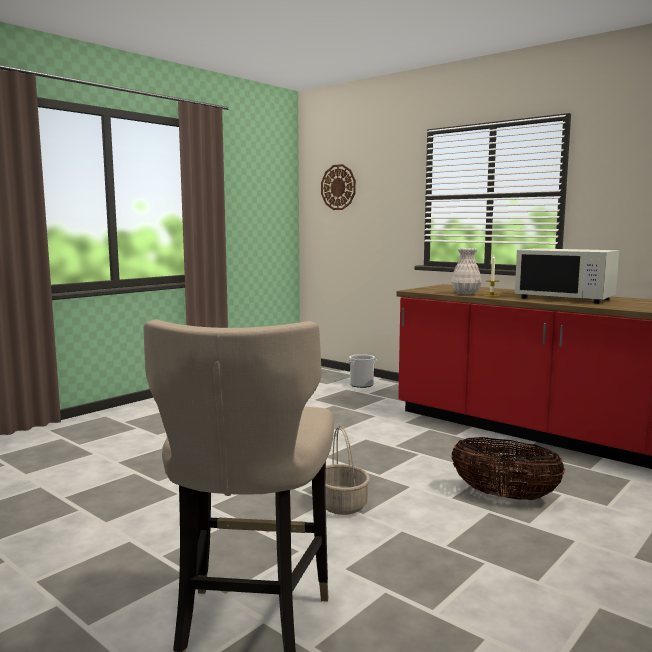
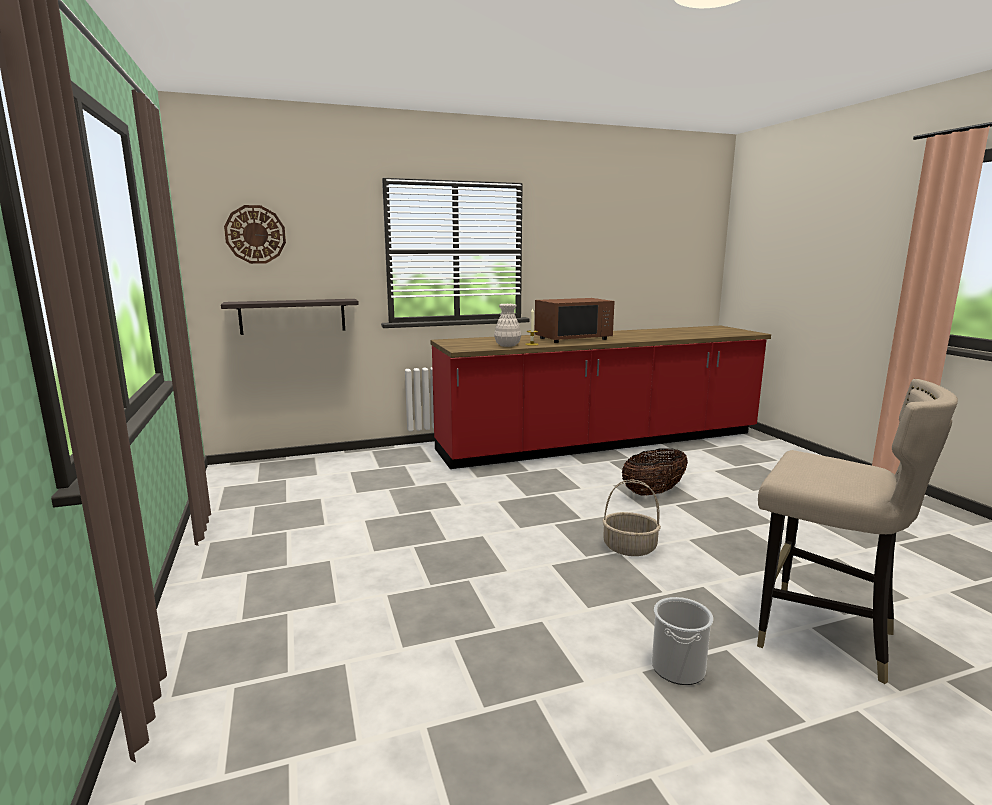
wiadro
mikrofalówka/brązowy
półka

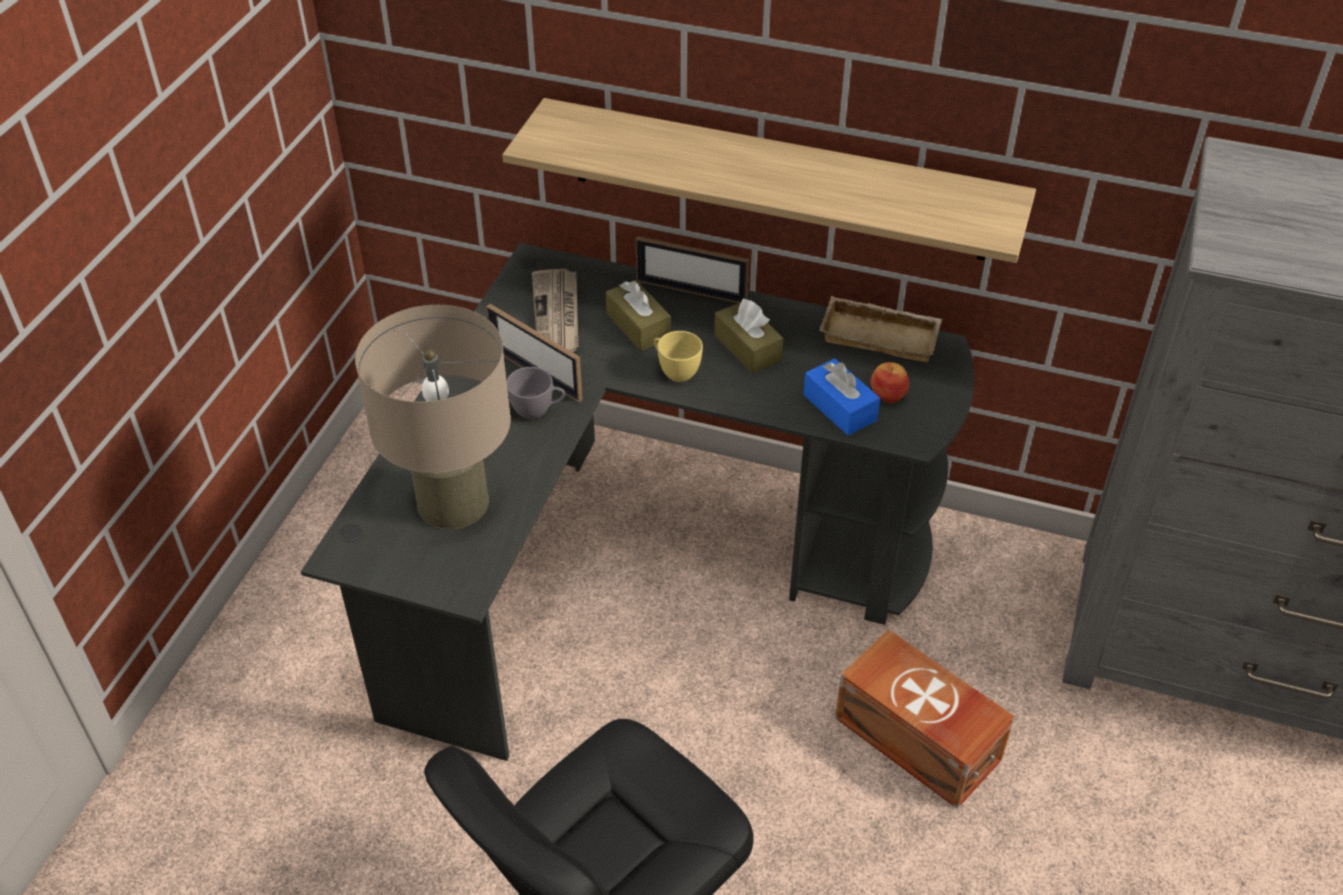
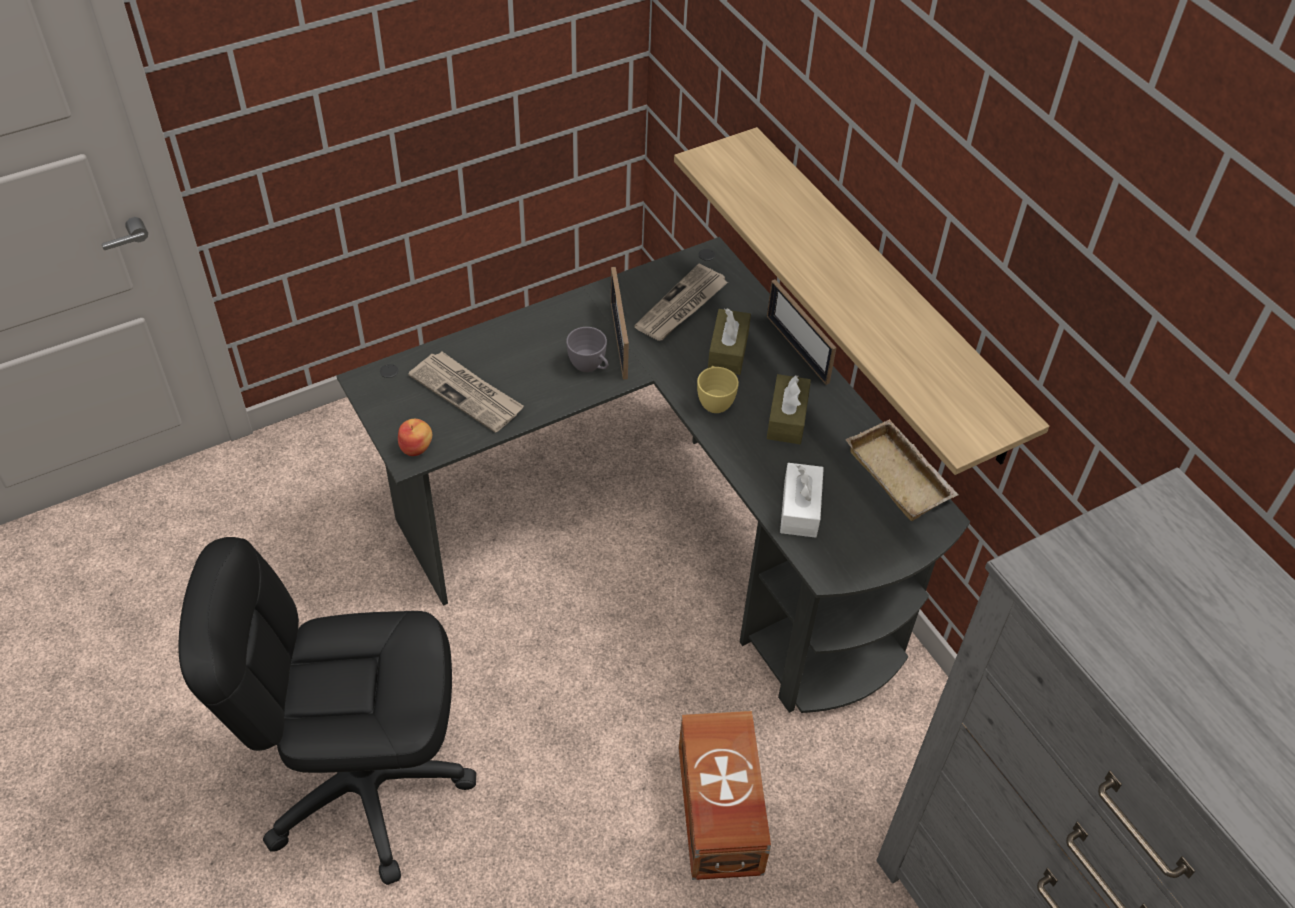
gazeta (1st from left)
pudełko chusteczek/biały
jabłko

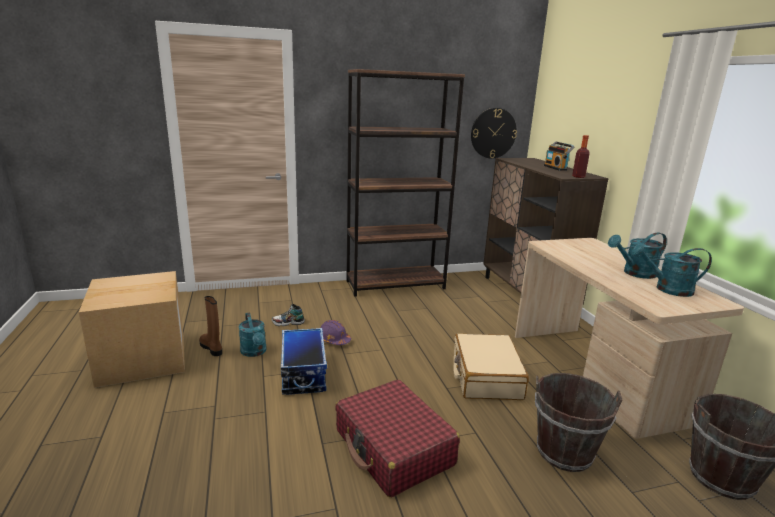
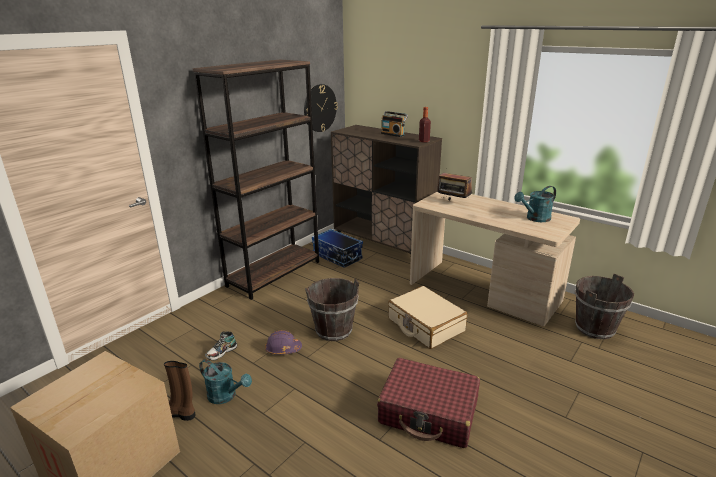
pojemnik do przechowywania
wiadro/brązowy (1st from left)
konewka/turkusowy (2nd from left in the first image)
radio (2nd from left)

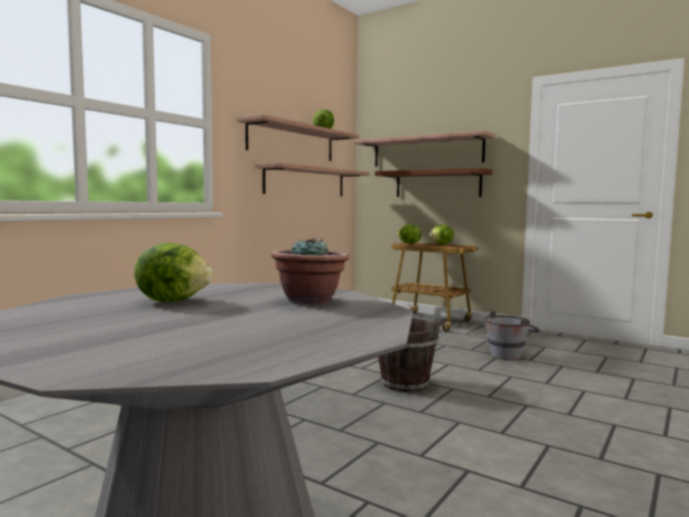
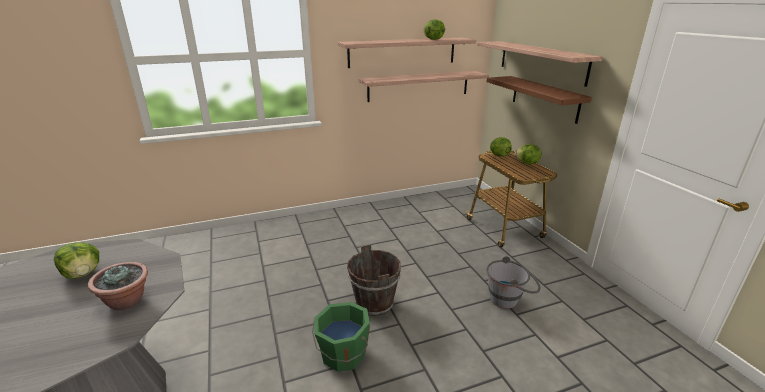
wiadro/zielony

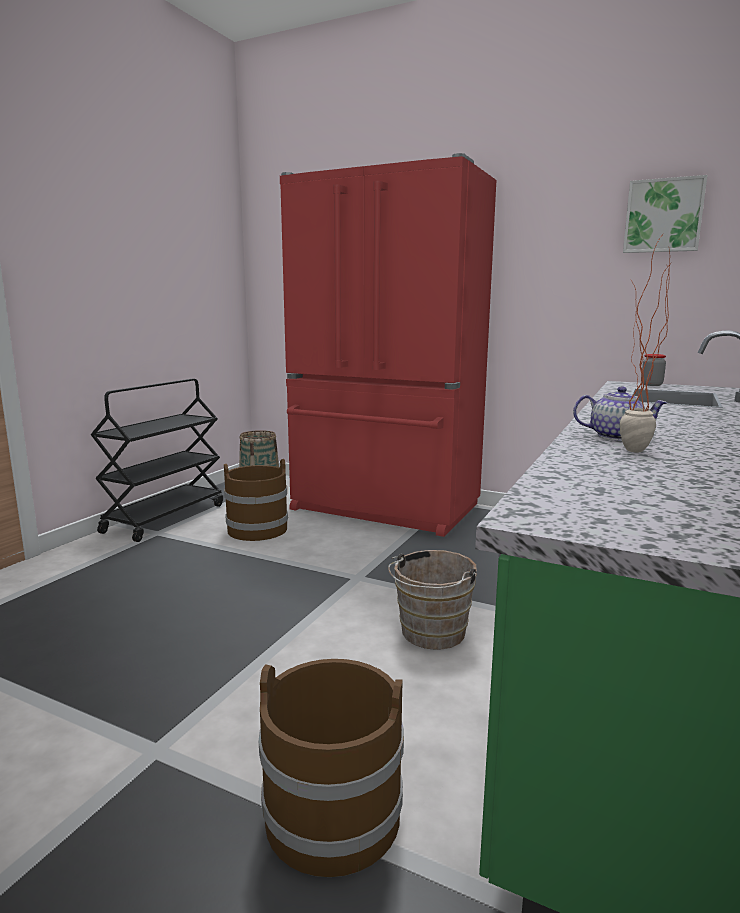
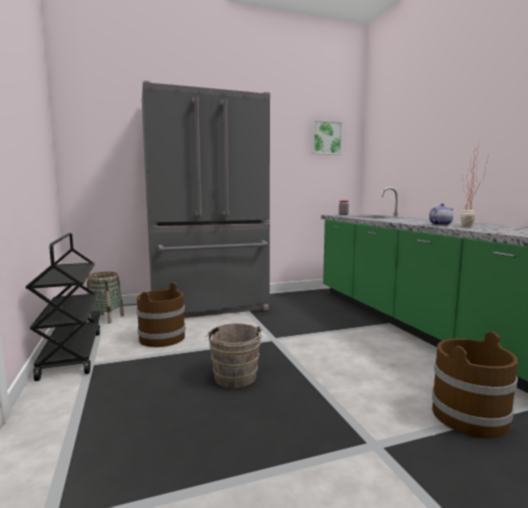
lodówka/szary
wiadro/brązowy (2nd from left)

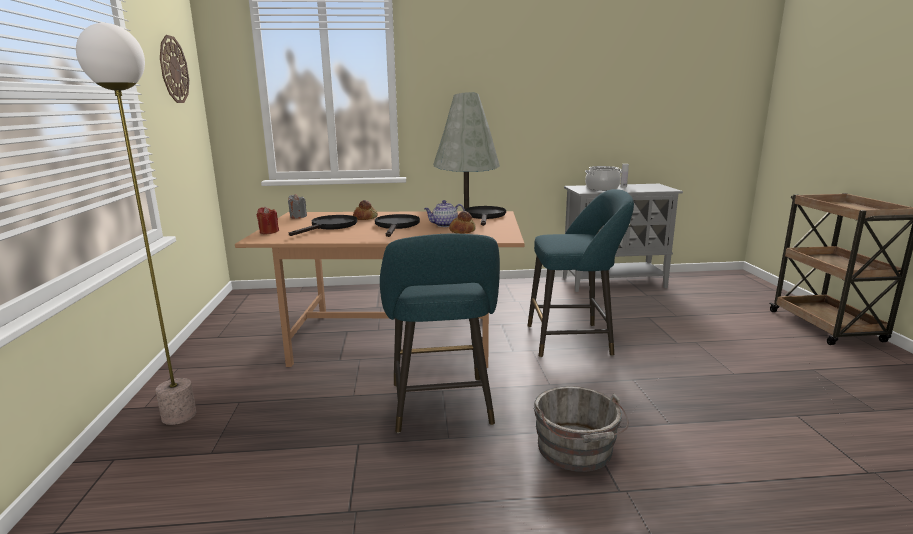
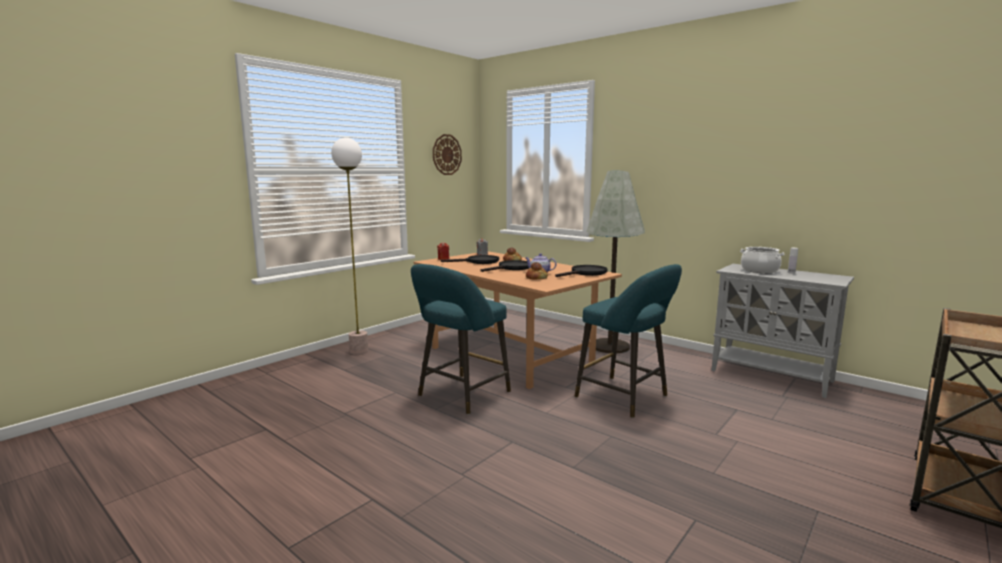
wiadro/szary

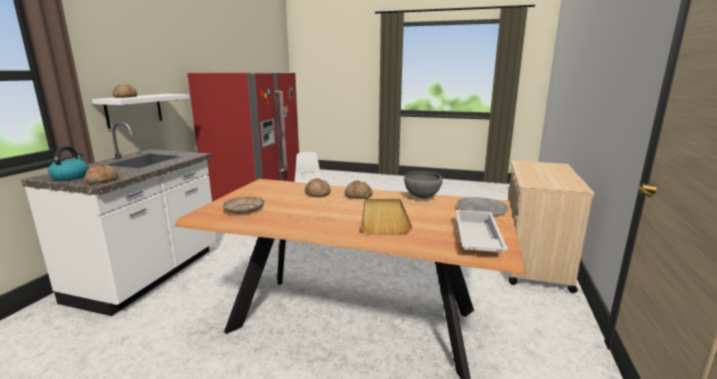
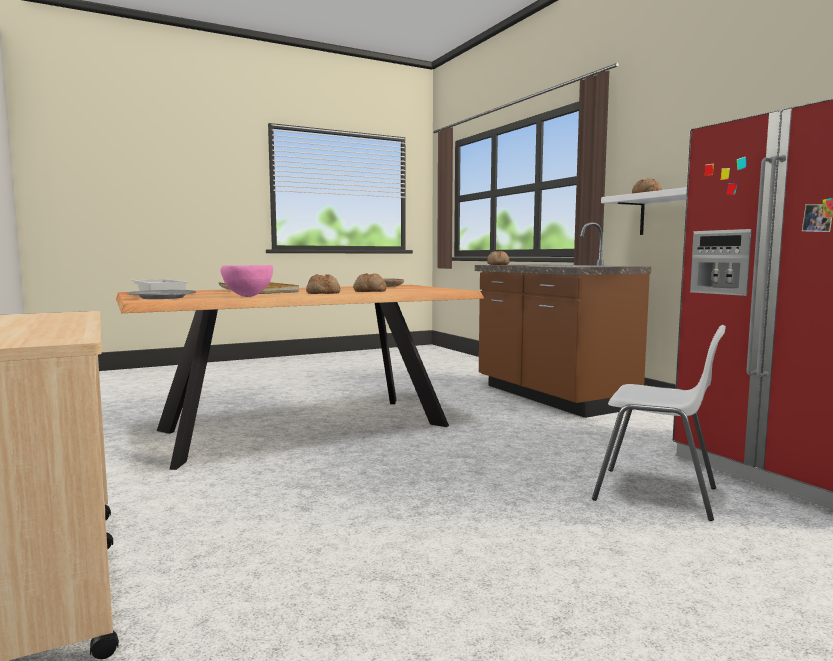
zabudowa kuchenna/brązowy
czajnik
miska/różowy

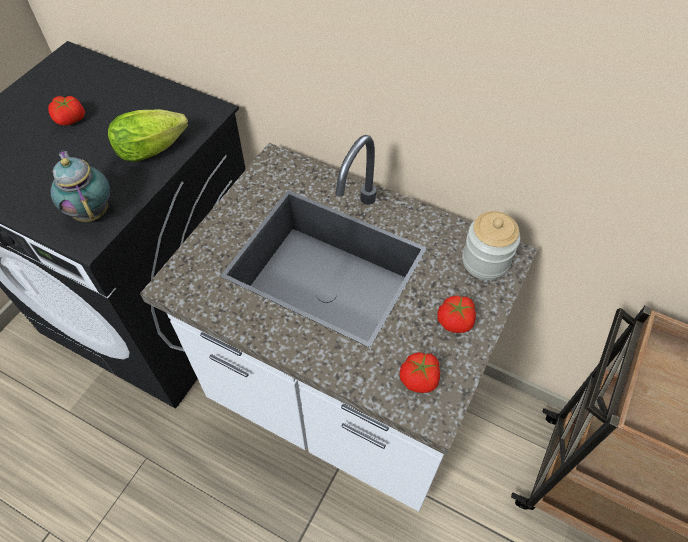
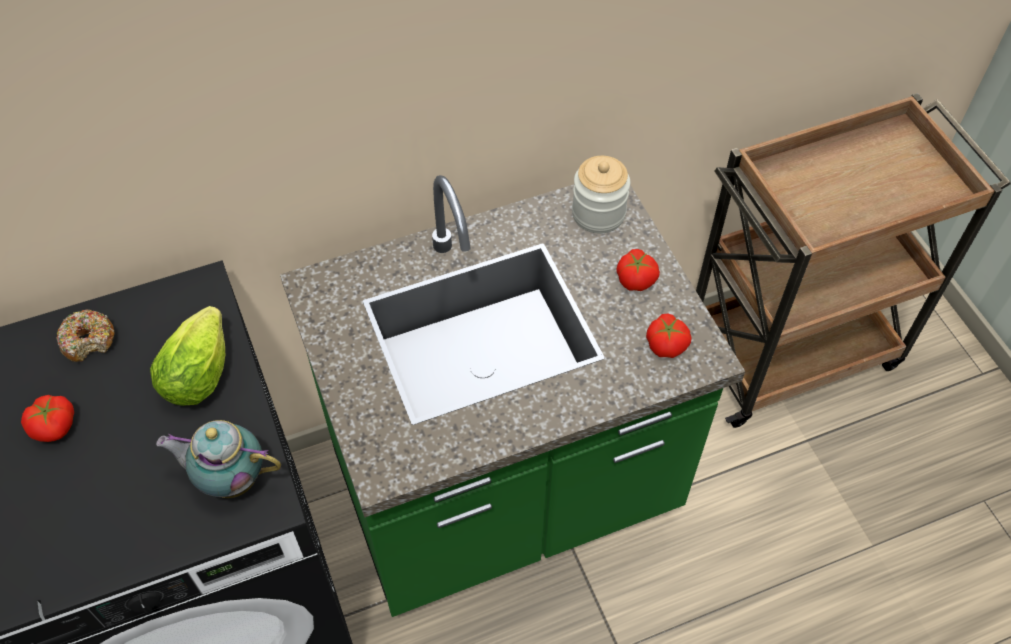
zabudowa kuchenna/zielony
donut

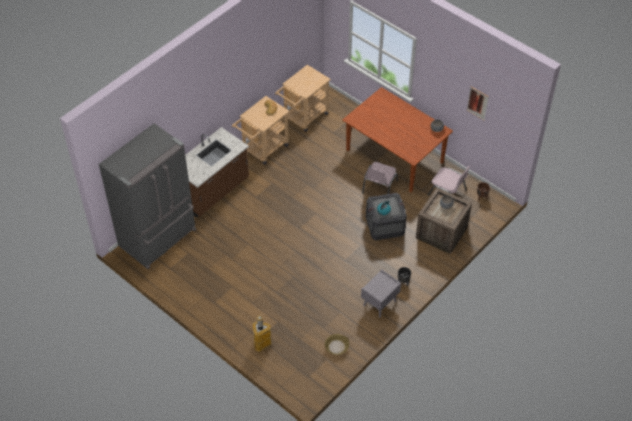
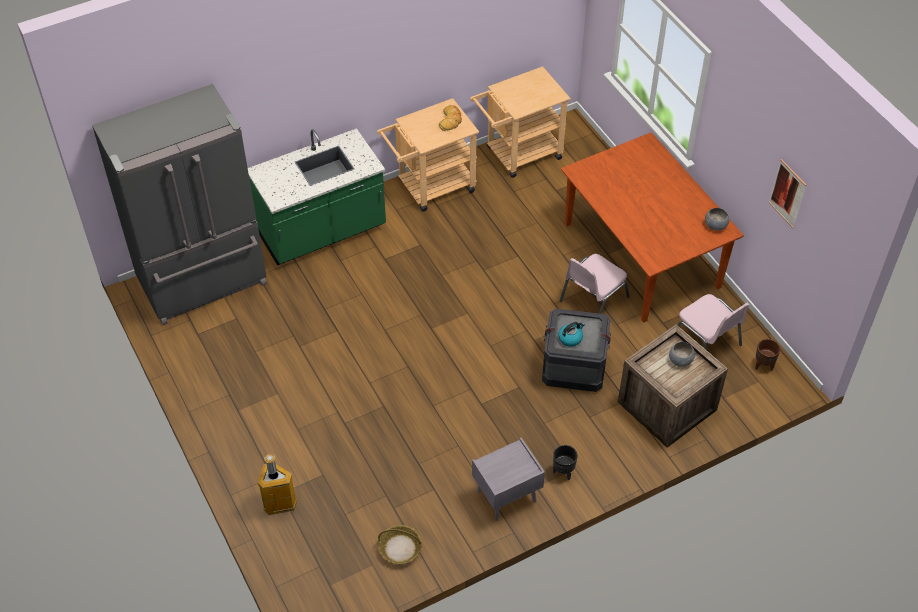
zabudowa kuchenna/zielony

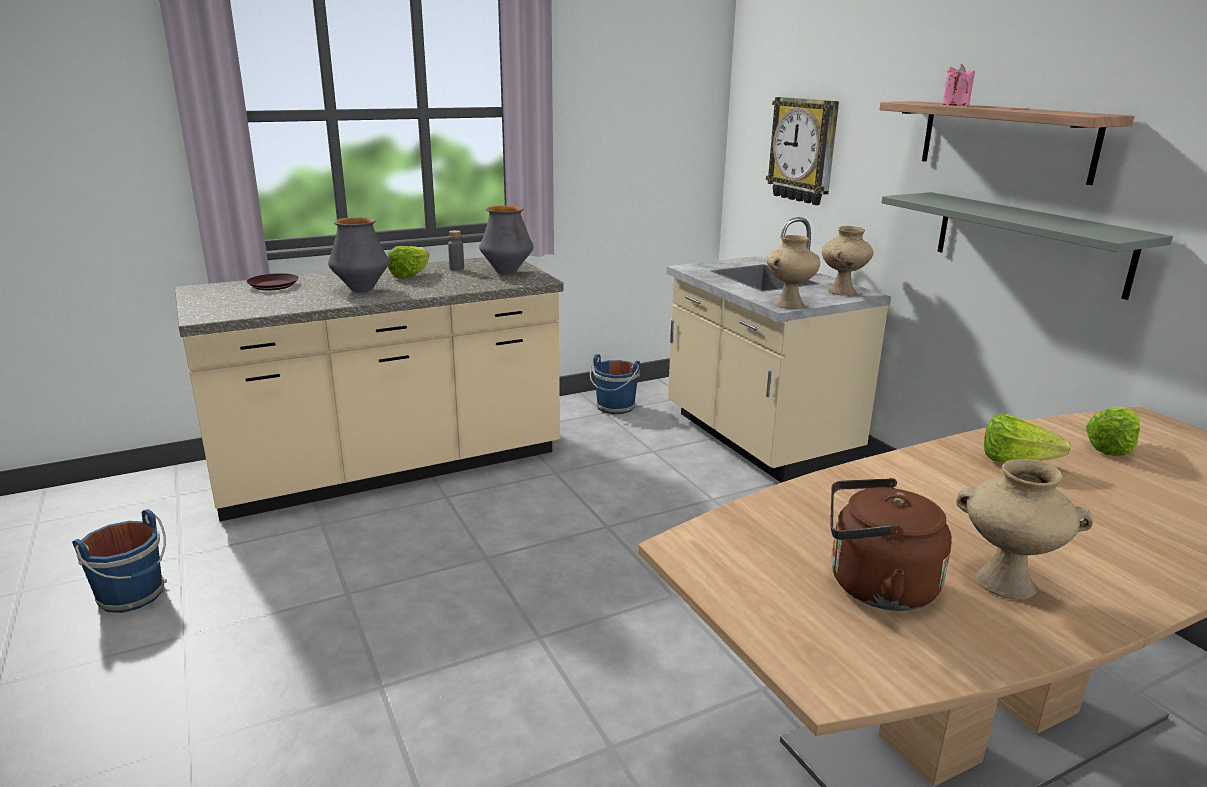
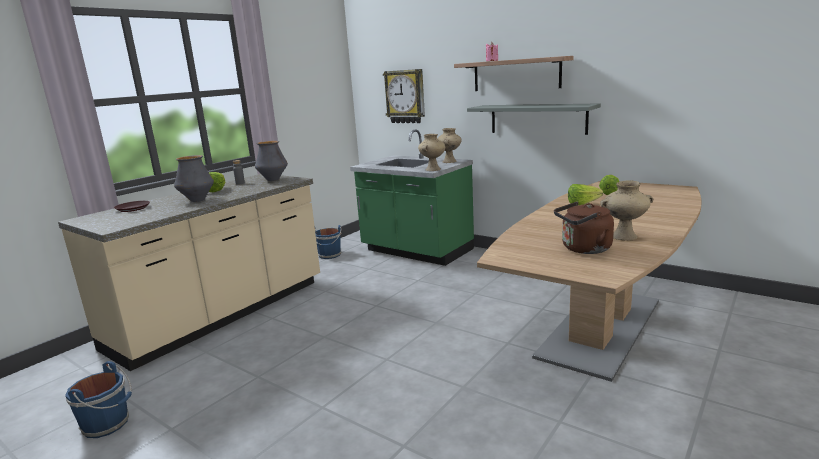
zabudowa kuchenna/zielony

